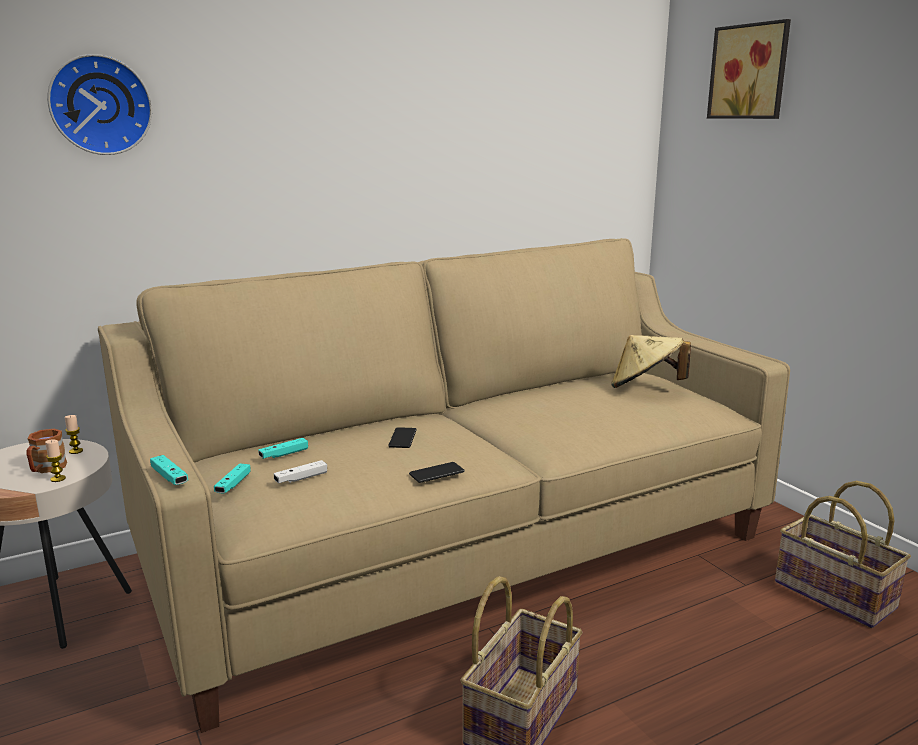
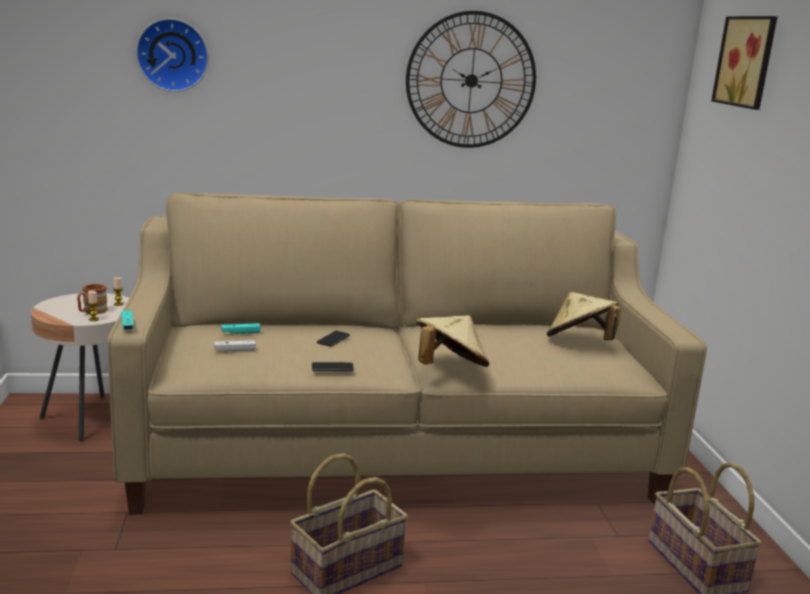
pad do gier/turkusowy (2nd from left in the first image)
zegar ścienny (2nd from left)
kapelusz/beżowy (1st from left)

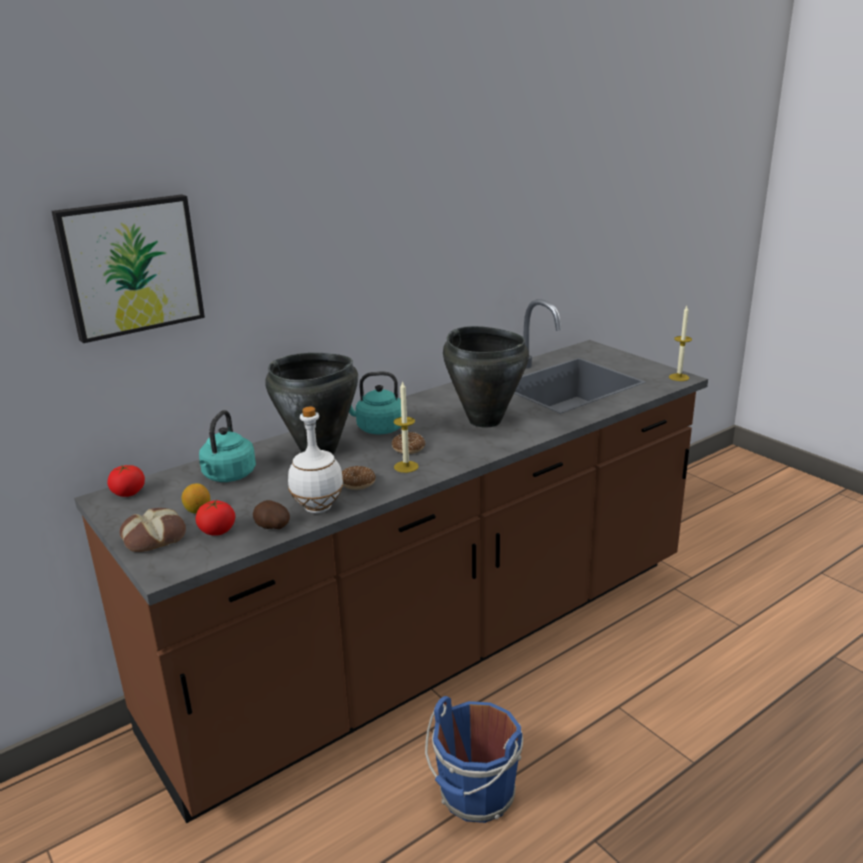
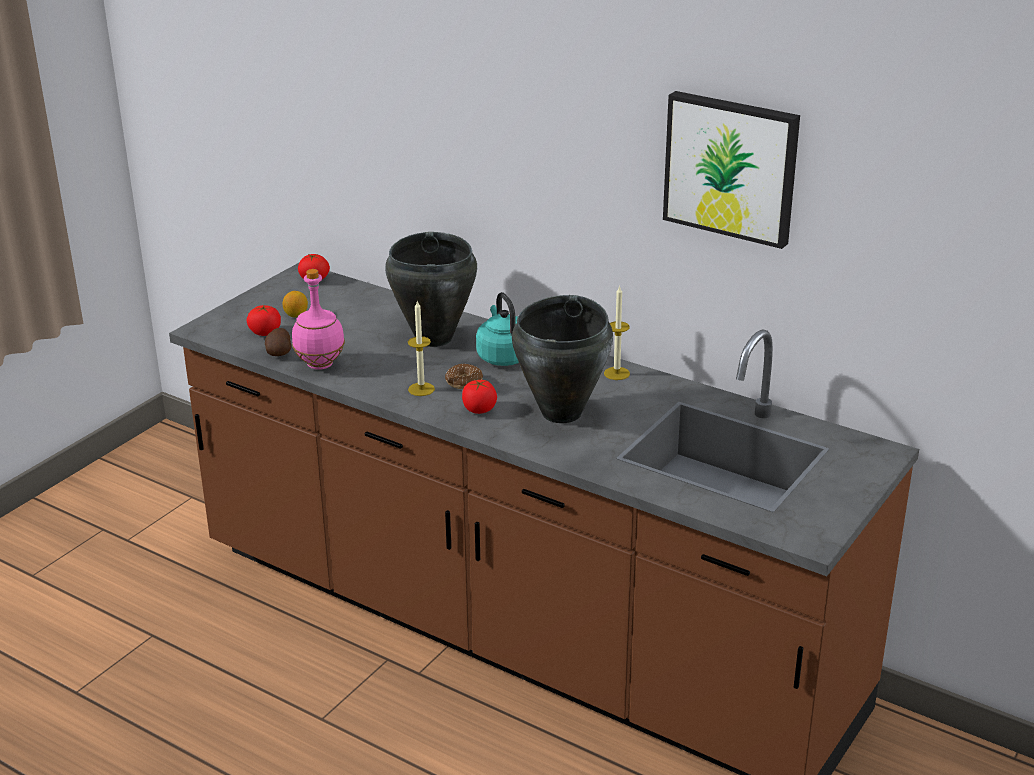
obraz
chleb
czajnik/turkusowy (1st from left in the first image)
butelka/różowy
donut (1st from left in the first image)
wiadro/niebieski
świeca (2nd from left)
pomidor (3rd from left)

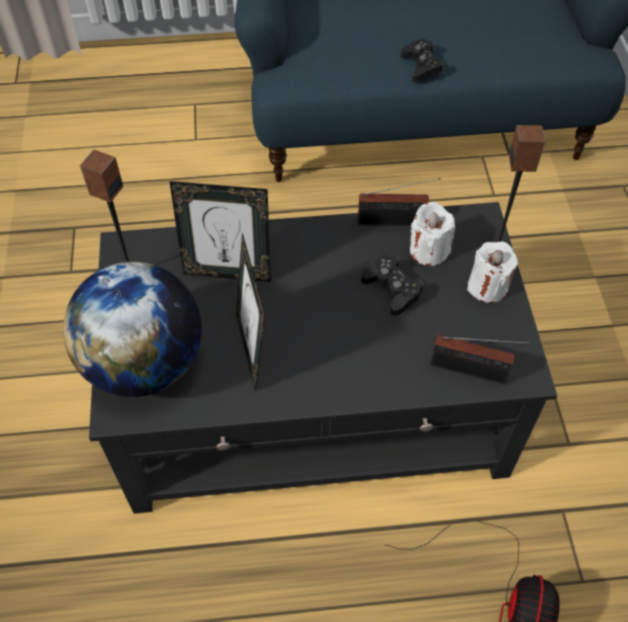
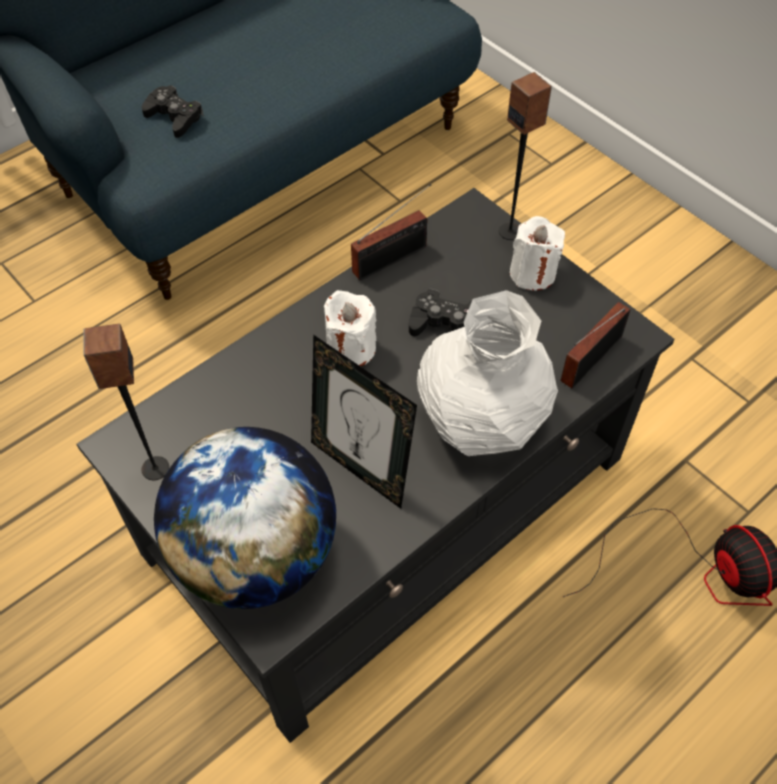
ramka na zdjęcie (1st from left in the first image)
pad do gier/czarny (1st from left)
świeca/biały (1st from left)
radio (2nd from left)
wazon/biały

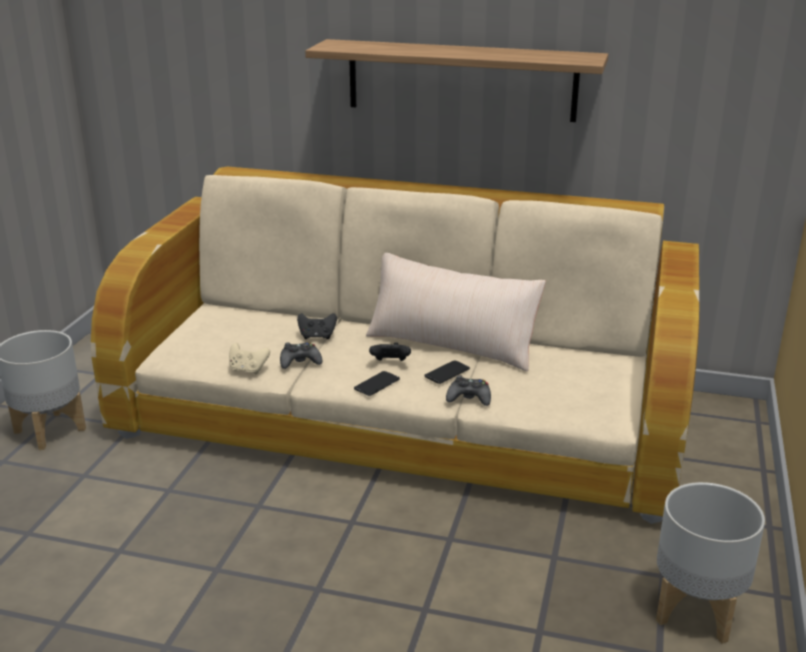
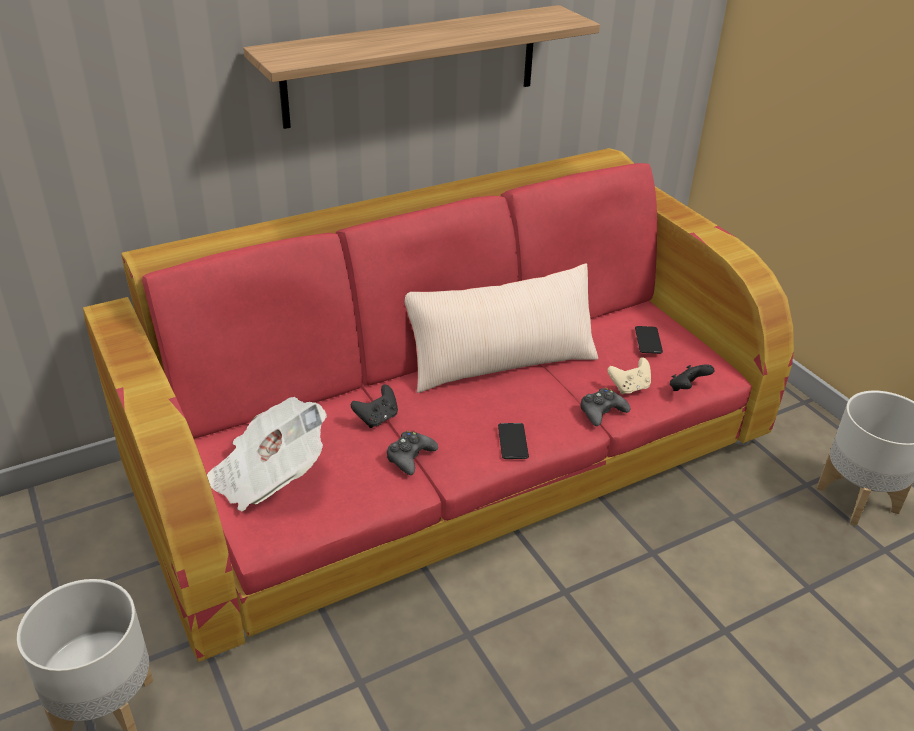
kanapa/czerwony
pad do gier/beżowy
pad do gier/czarny (4th from left)
telefon (2nd from left)
gazeta

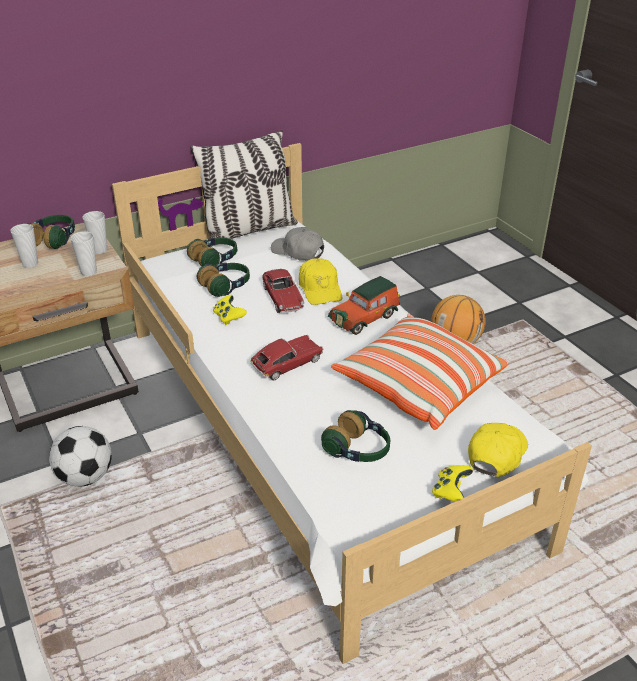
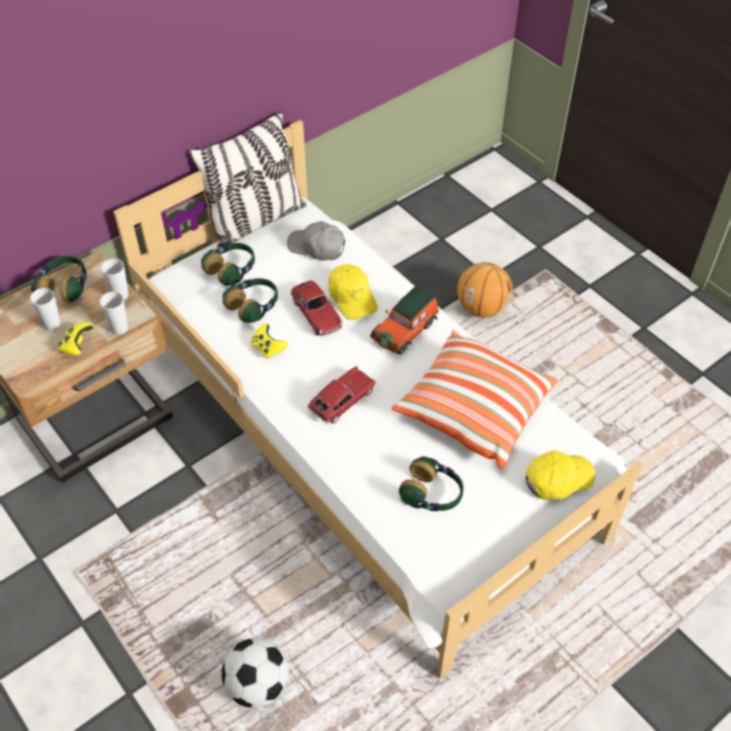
piłka futbolowa
pad do gier/żółty (1st from left)
czapka z daszkiem/żółty (2nd from left)

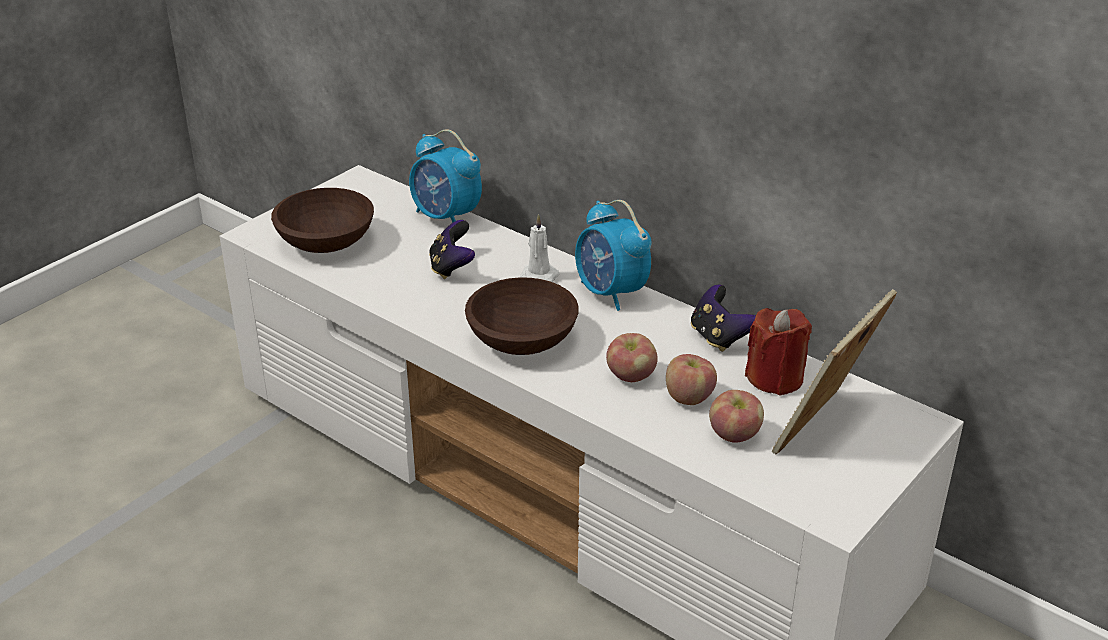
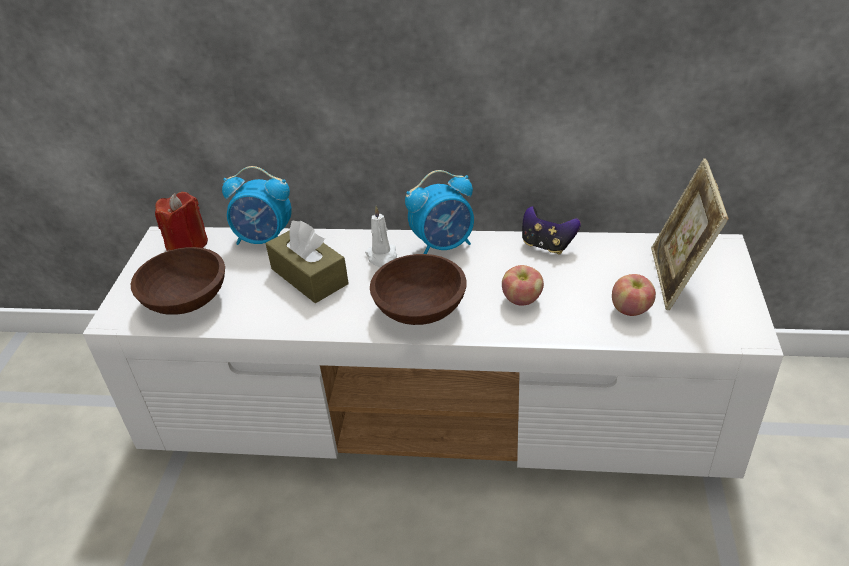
pudełko chusteczek/brązowy
budzik (2nd from left)
jabłko (2nd from left in the first image)
świeca/czerwony

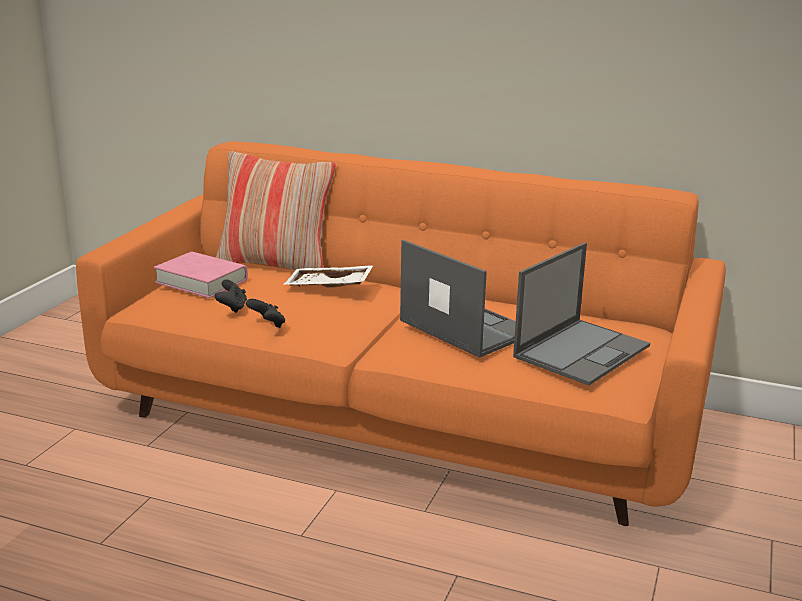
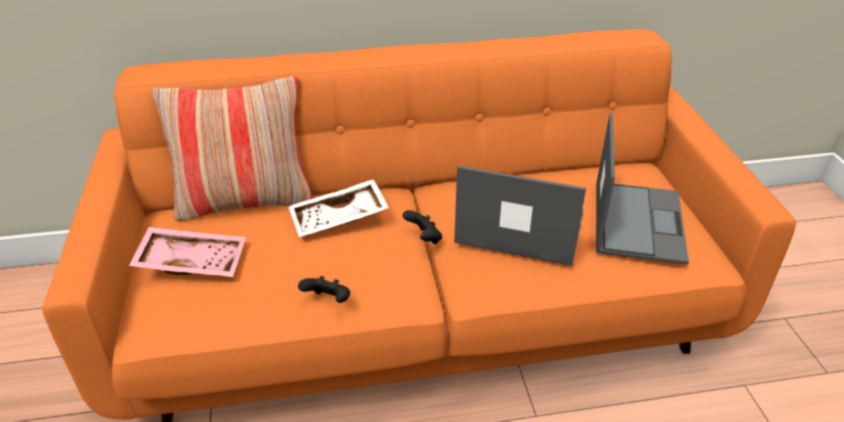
taca/różowy
pad do gier/czarny (2nd from left)

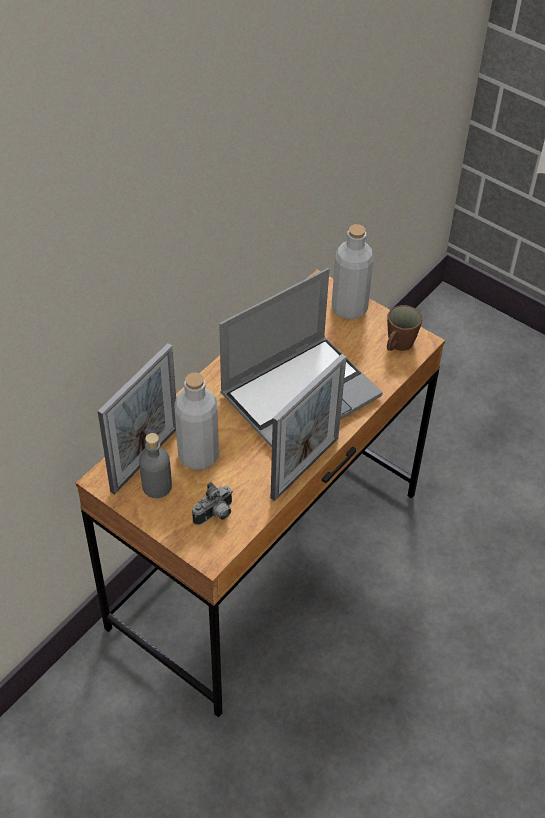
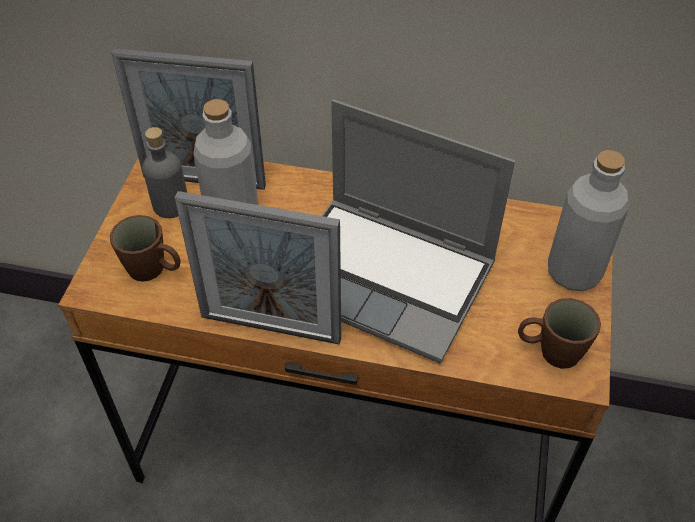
kubek/brązowy (1st from left)

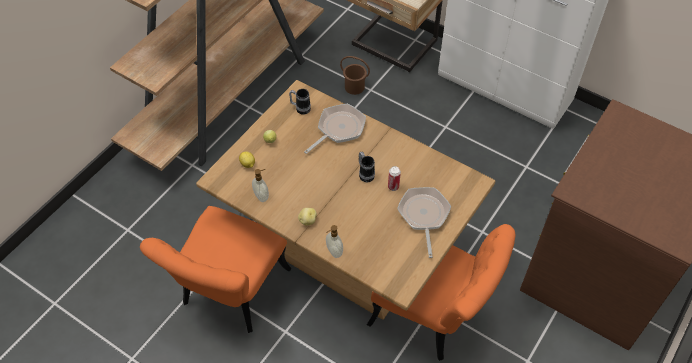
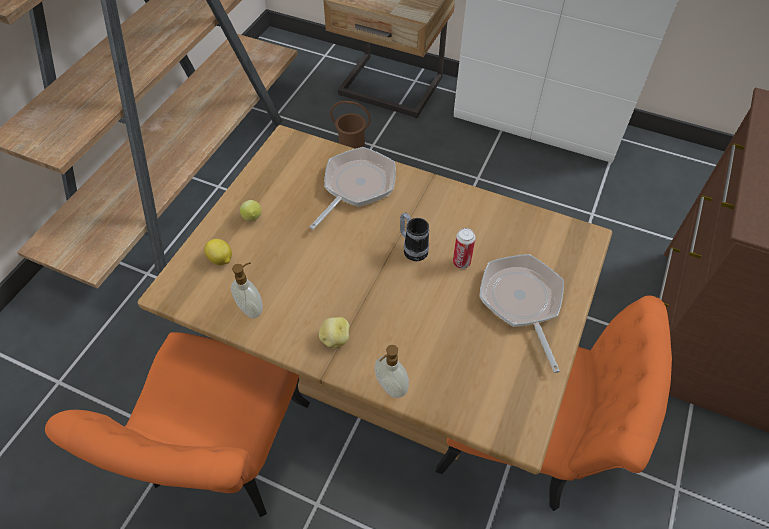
kubek (1st from left in the first image)

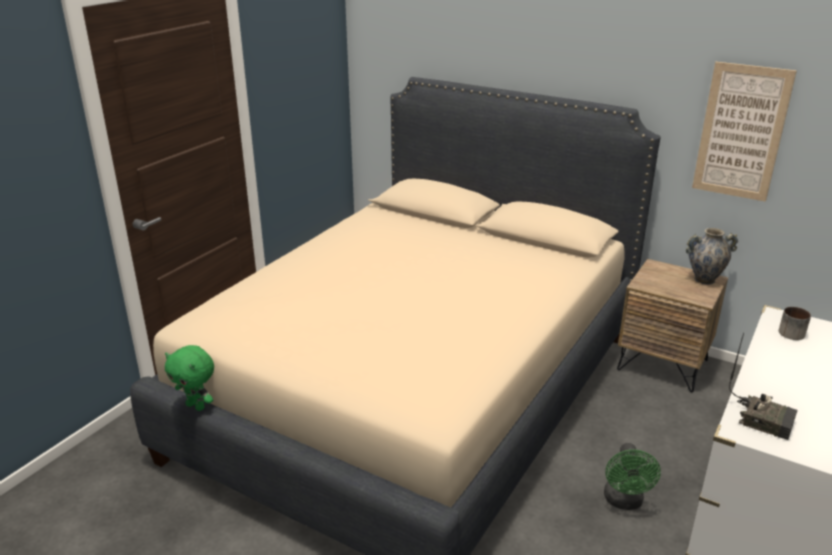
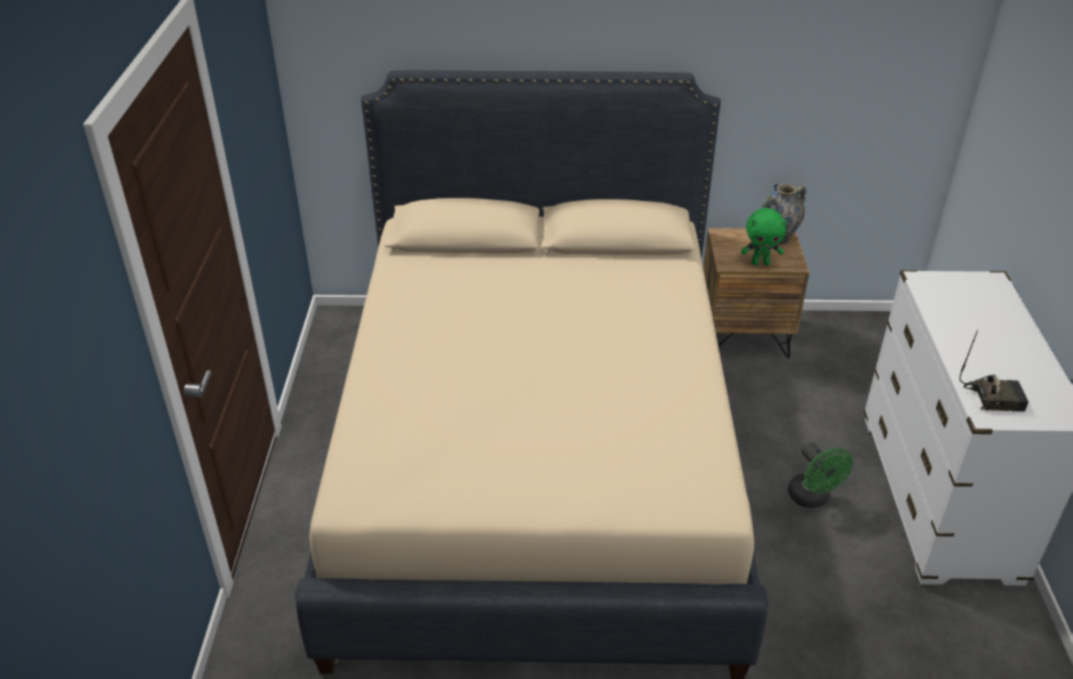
pluszak/zielony
obraz
kubek

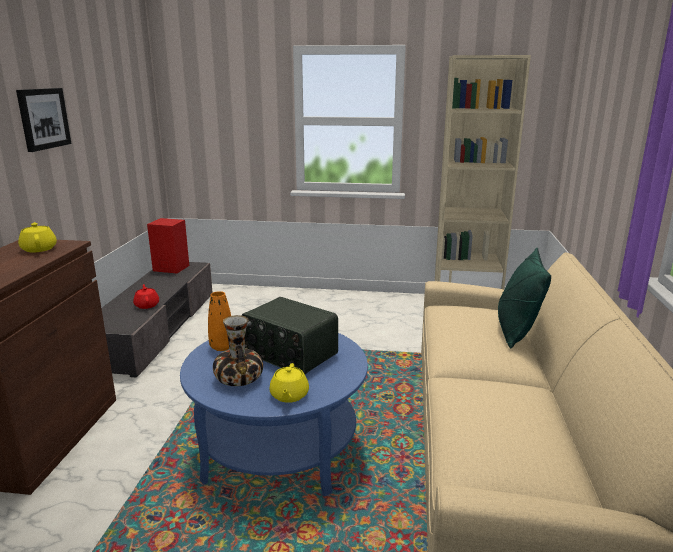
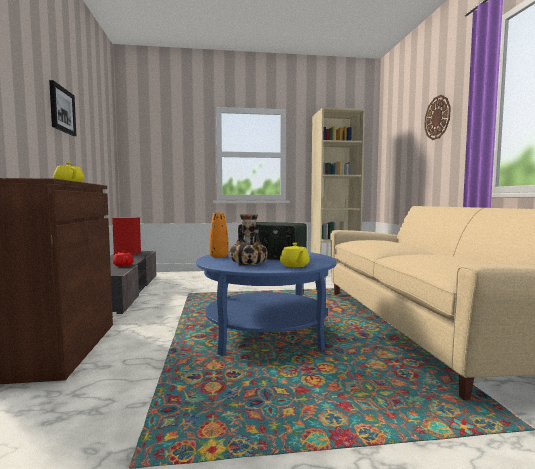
poduszka/zielony
zegar ścienny

